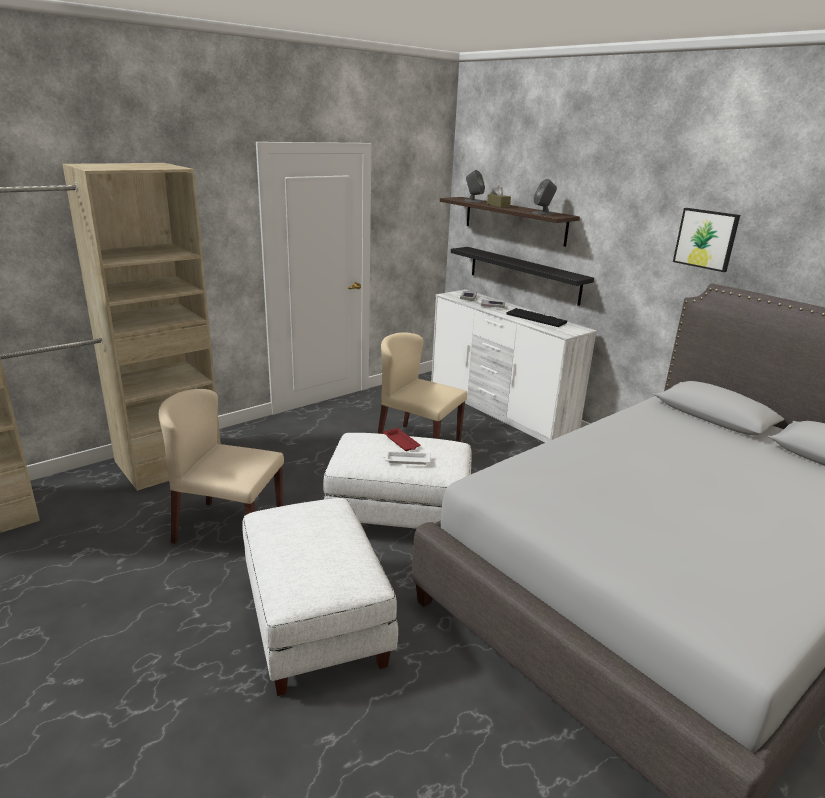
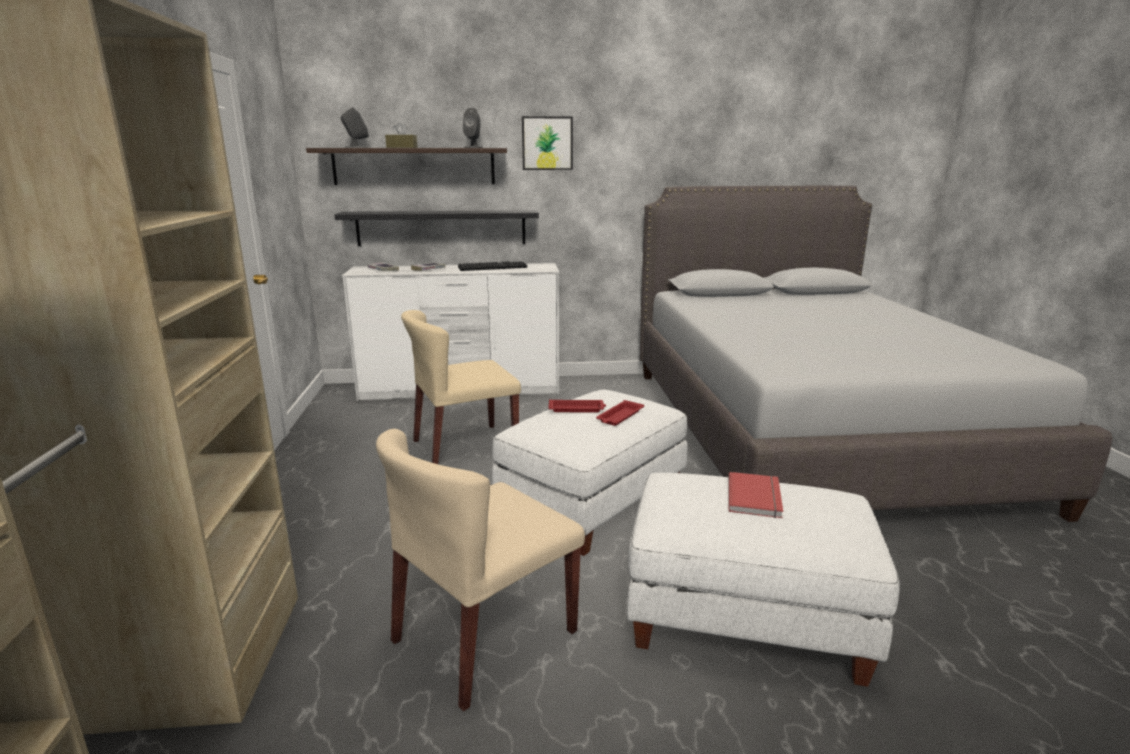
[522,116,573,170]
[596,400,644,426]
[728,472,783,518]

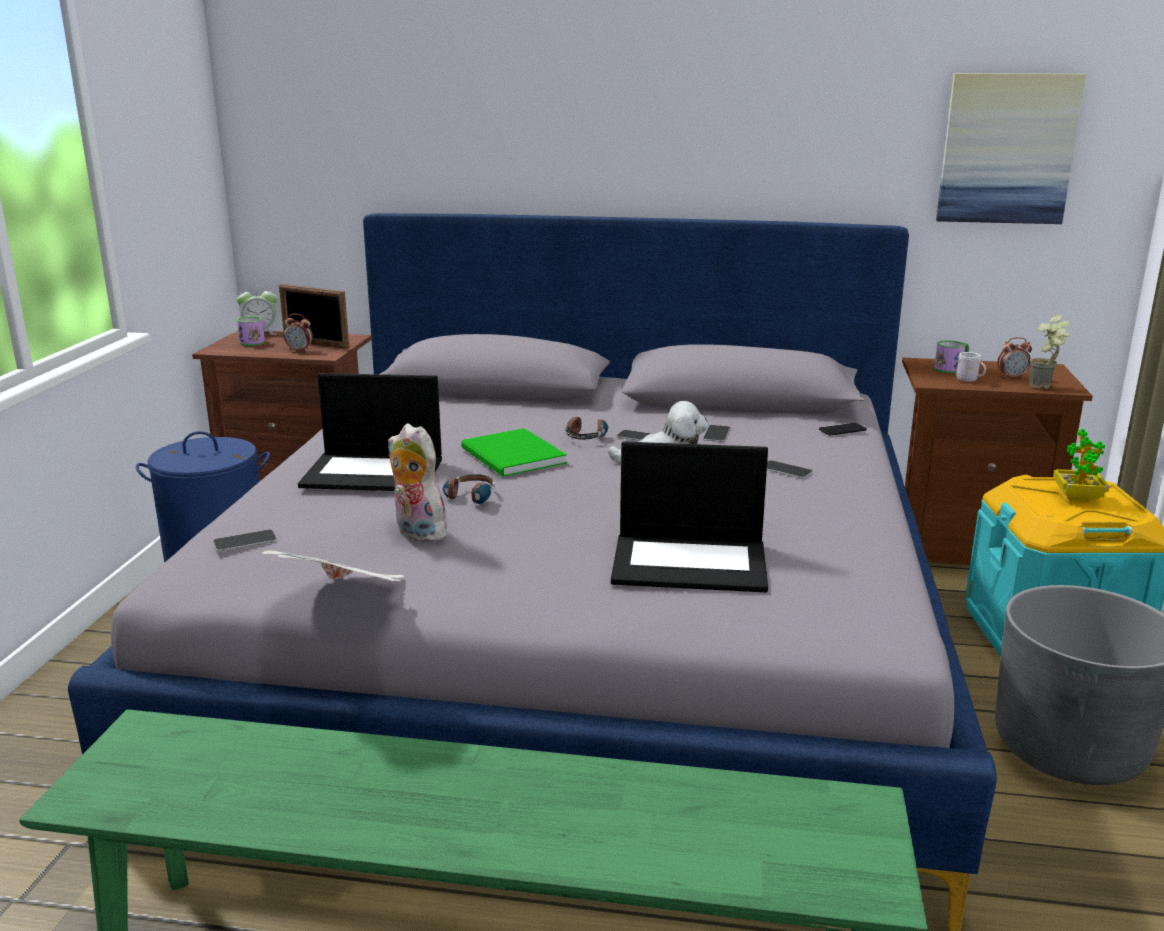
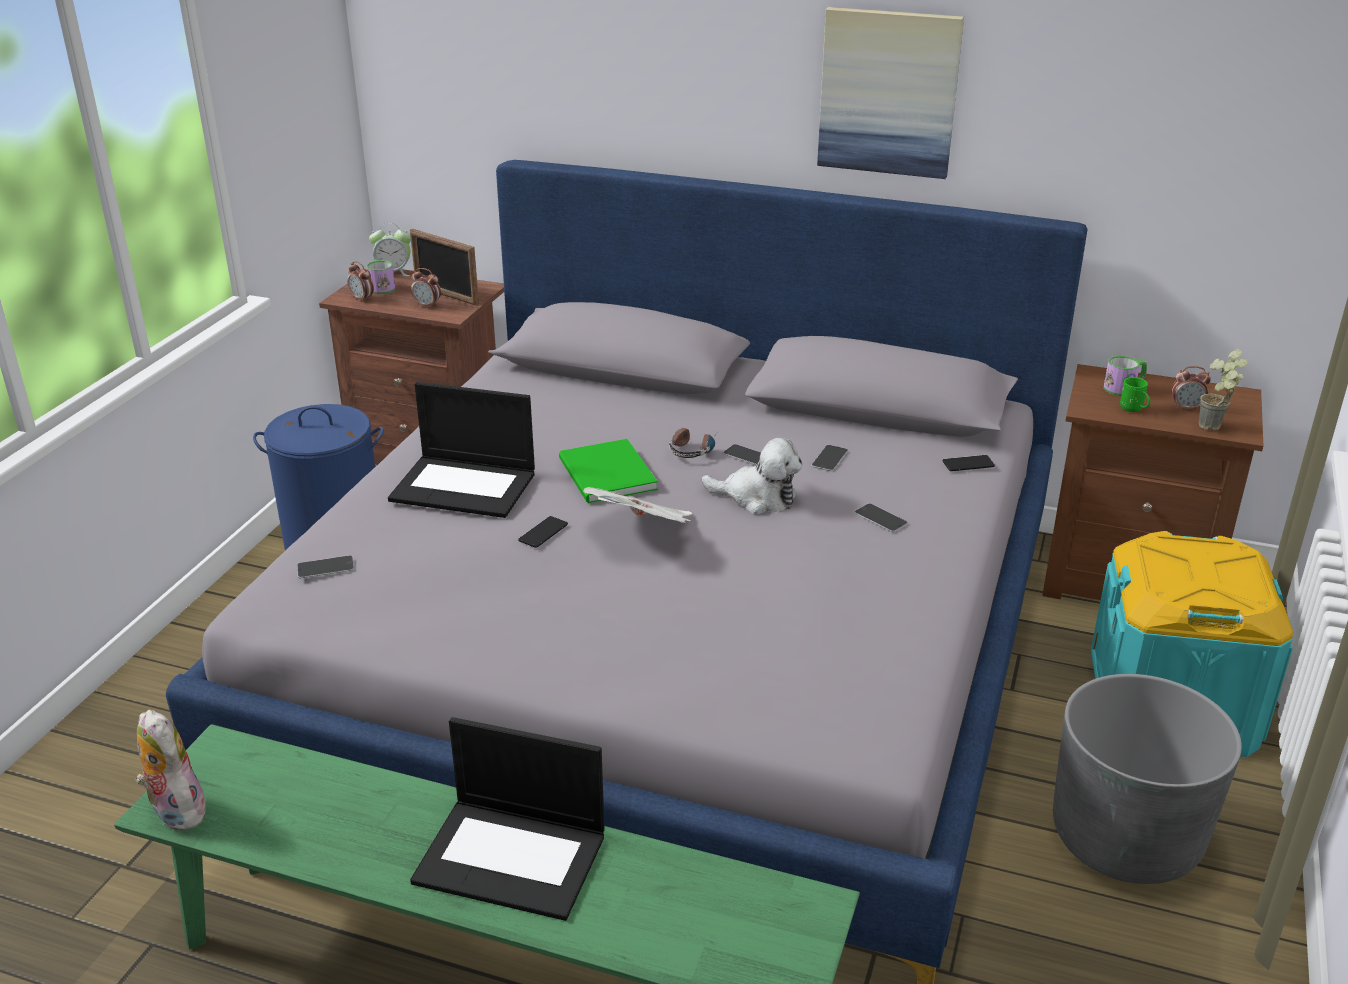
[136,710,206,831]
[347,261,374,303]
[410,717,605,921]
[518,516,568,548]
[583,487,692,523]
[817,7,964,179]
[1120,370,1150,412]
[1053,429,1110,502] (first image)

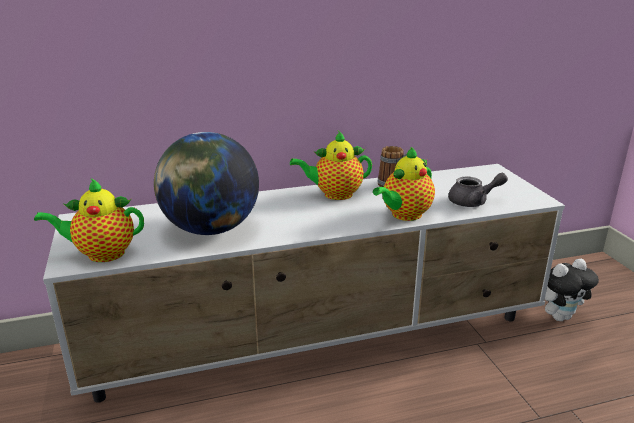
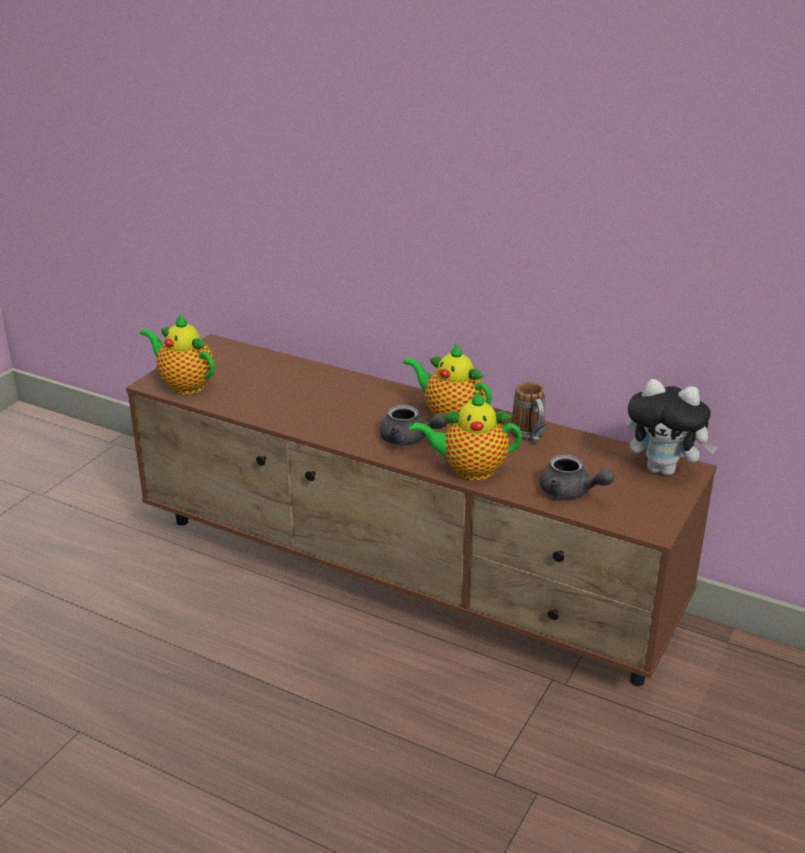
[126,334,717,686]
[380,405,448,445]
[626,379,718,476]
[154,132,259,235] (first image)

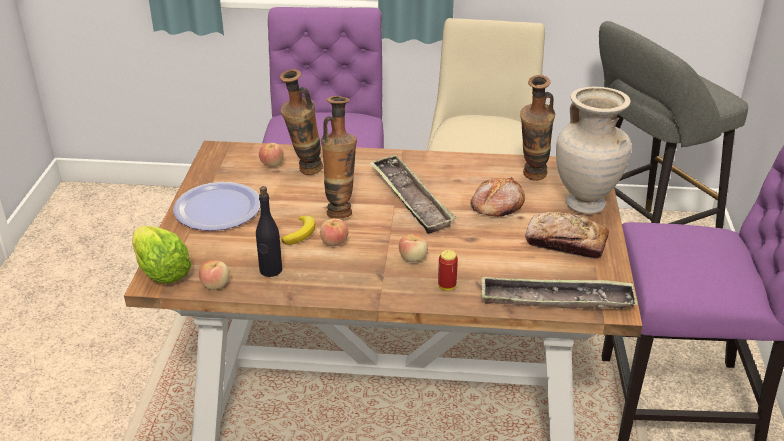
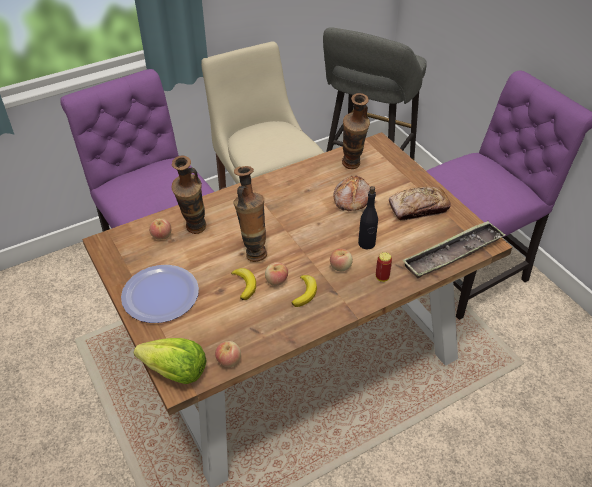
[291,275,317,307]
[358,186,378,249]
[369,155,456,234] (first image)
[556,87,632,214] (first image)

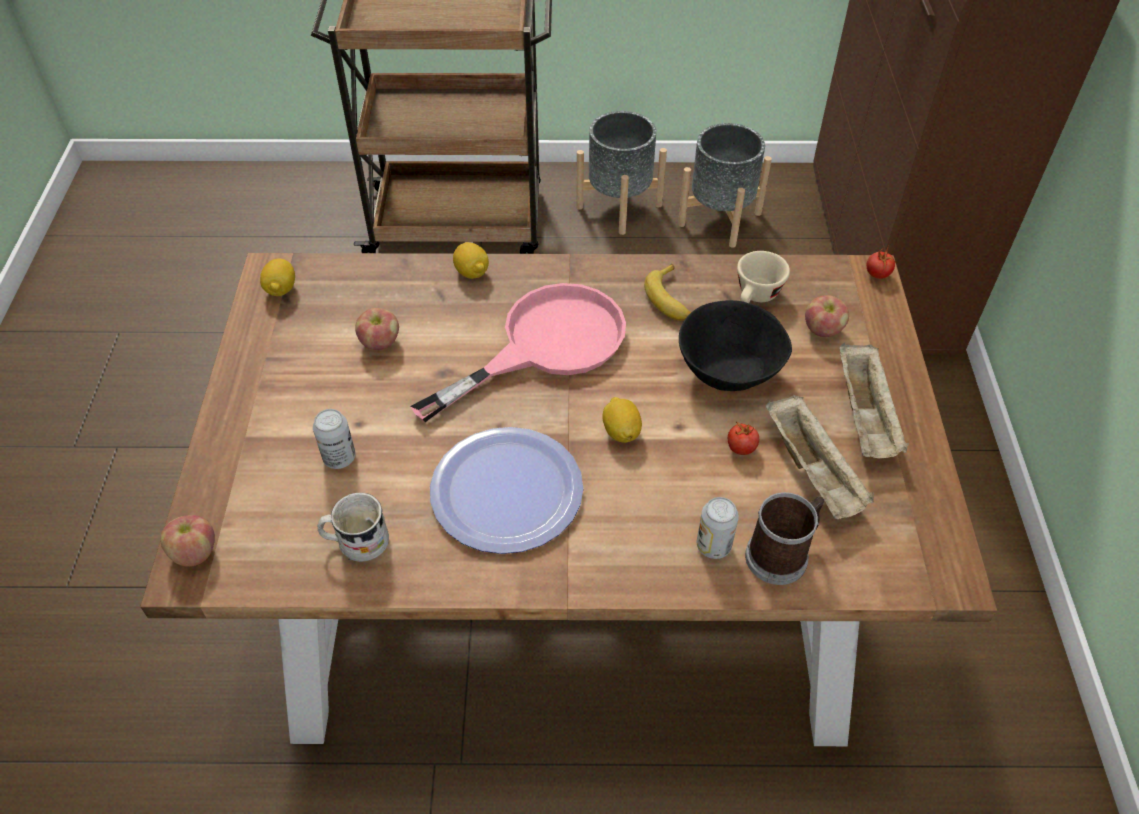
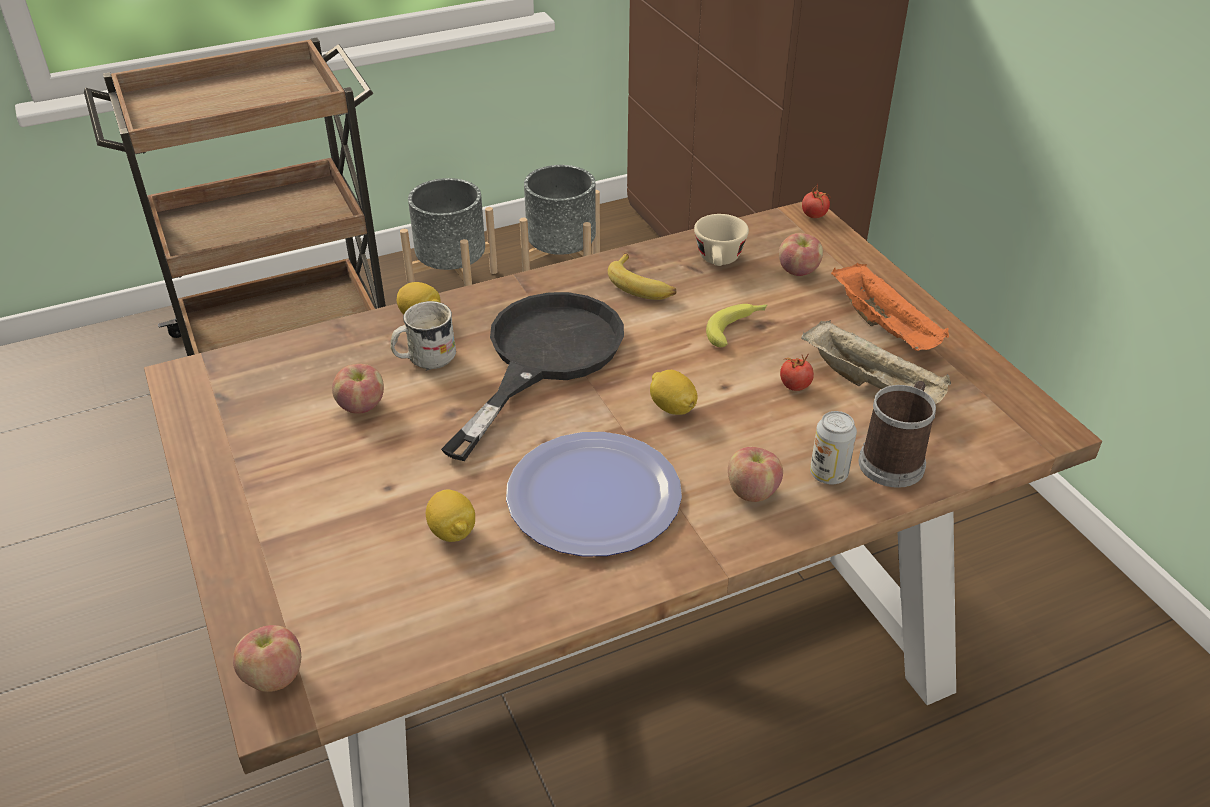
[390,301,456,371]
[426,490,475,542]
[441,292,624,461]
[706,304,767,347]
[728,447,783,502]
[831,263,949,351]
[313,409,356,469] (first image)

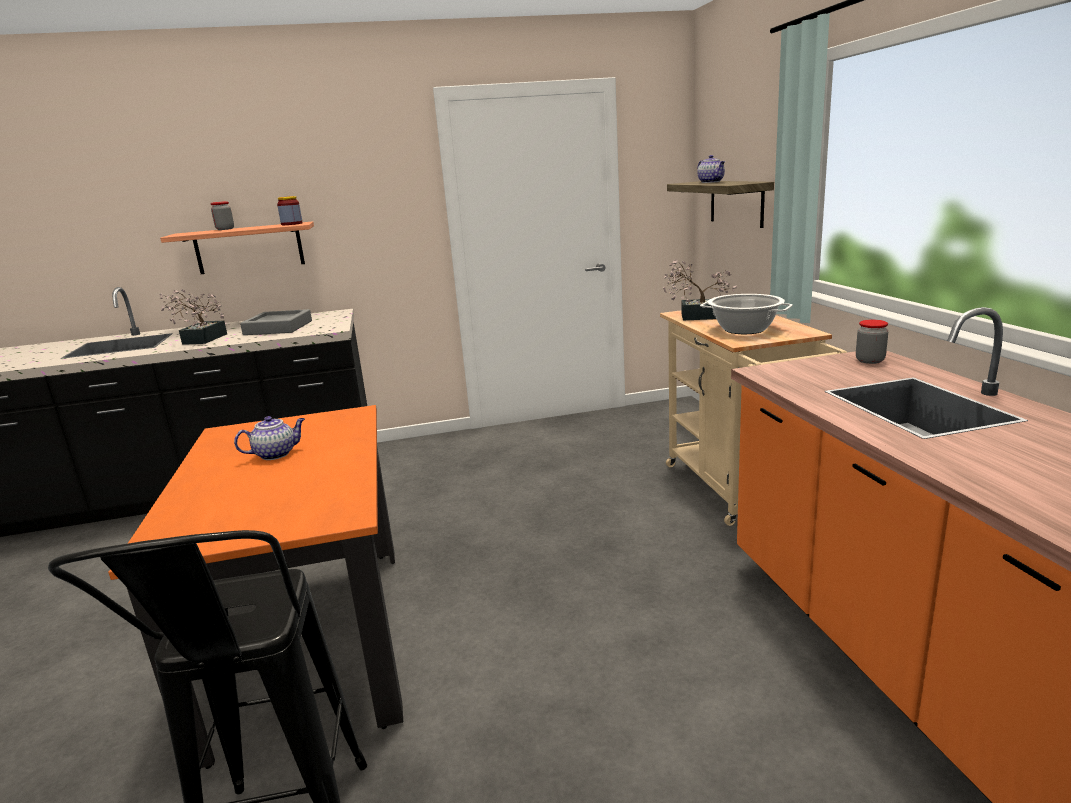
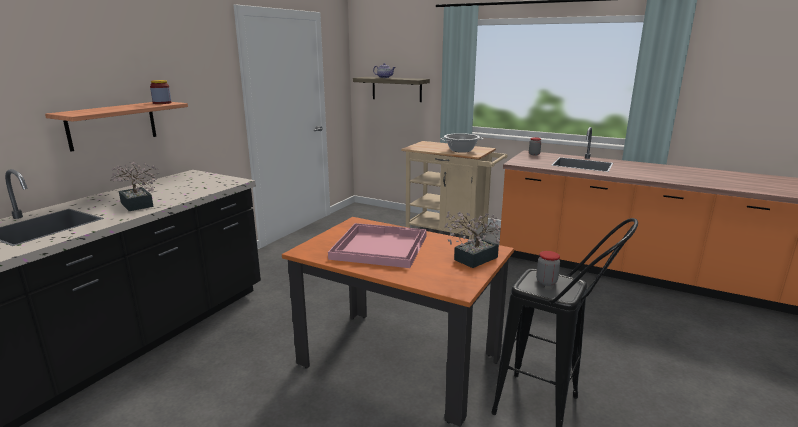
[328,223,427,268]
[444,211,500,268]
[536,251,560,286]
[240,309,312,335] (first image)

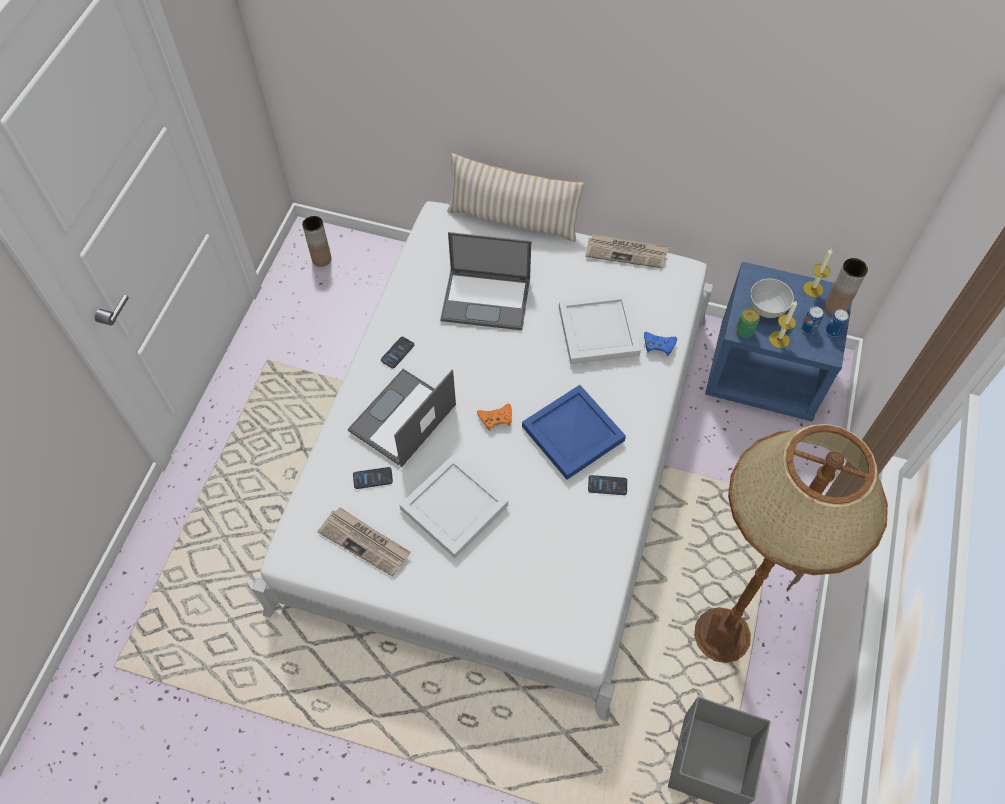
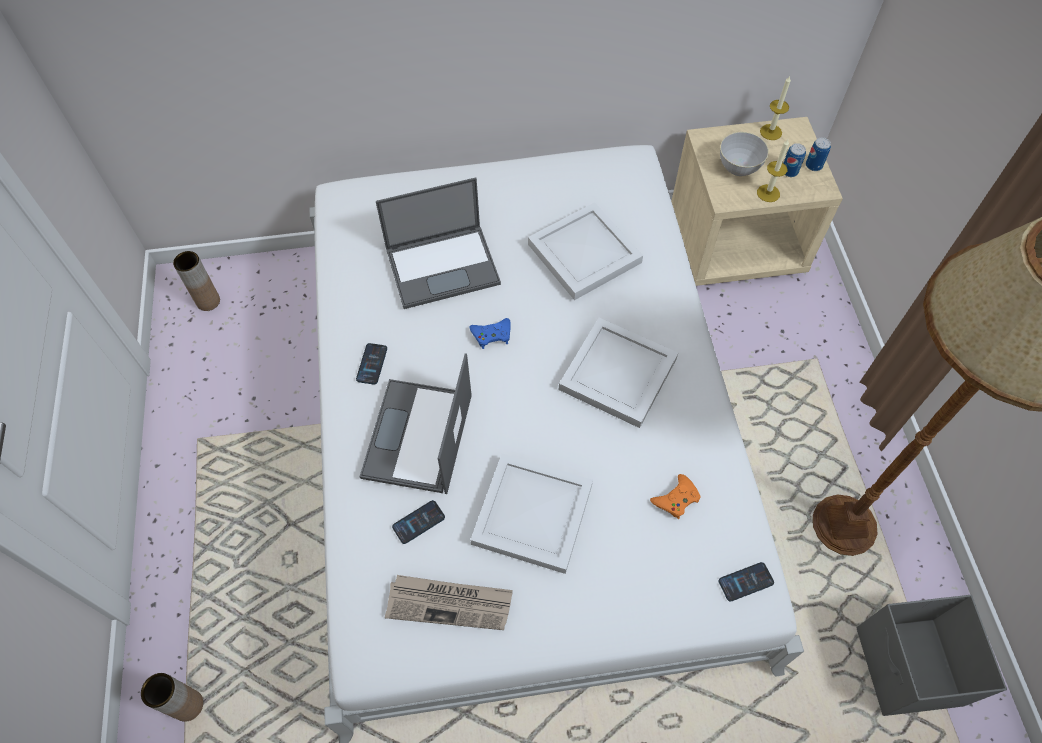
[141,673,203,722]
[470,318,511,349]
[559,318,678,428]
[650,474,701,519]
[671,117,843,286]
[719,562,774,601]
[447,153,585,242] (first image)
[585,234,669,268] (first image)
[736,308,760,338] (first image)

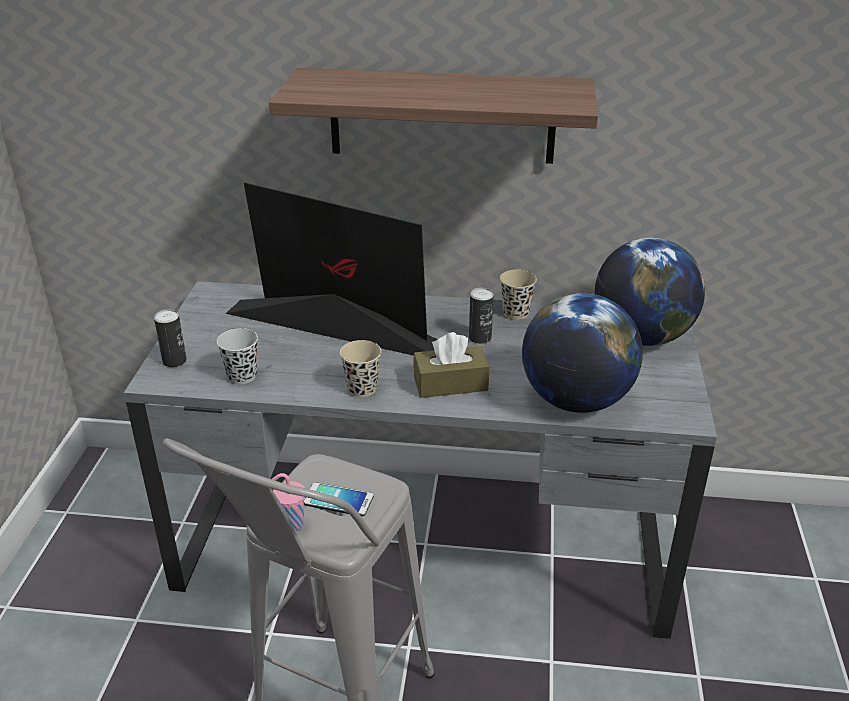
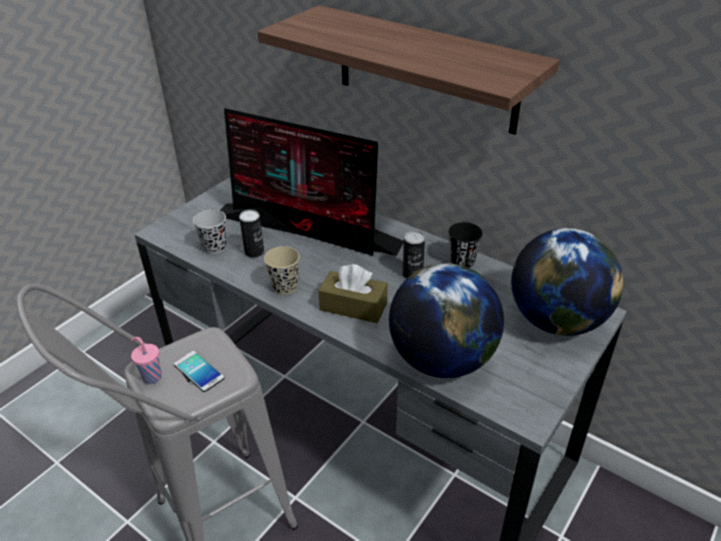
[220,108,404,256]
[239,210,264,257]
[448,222,483,268]

